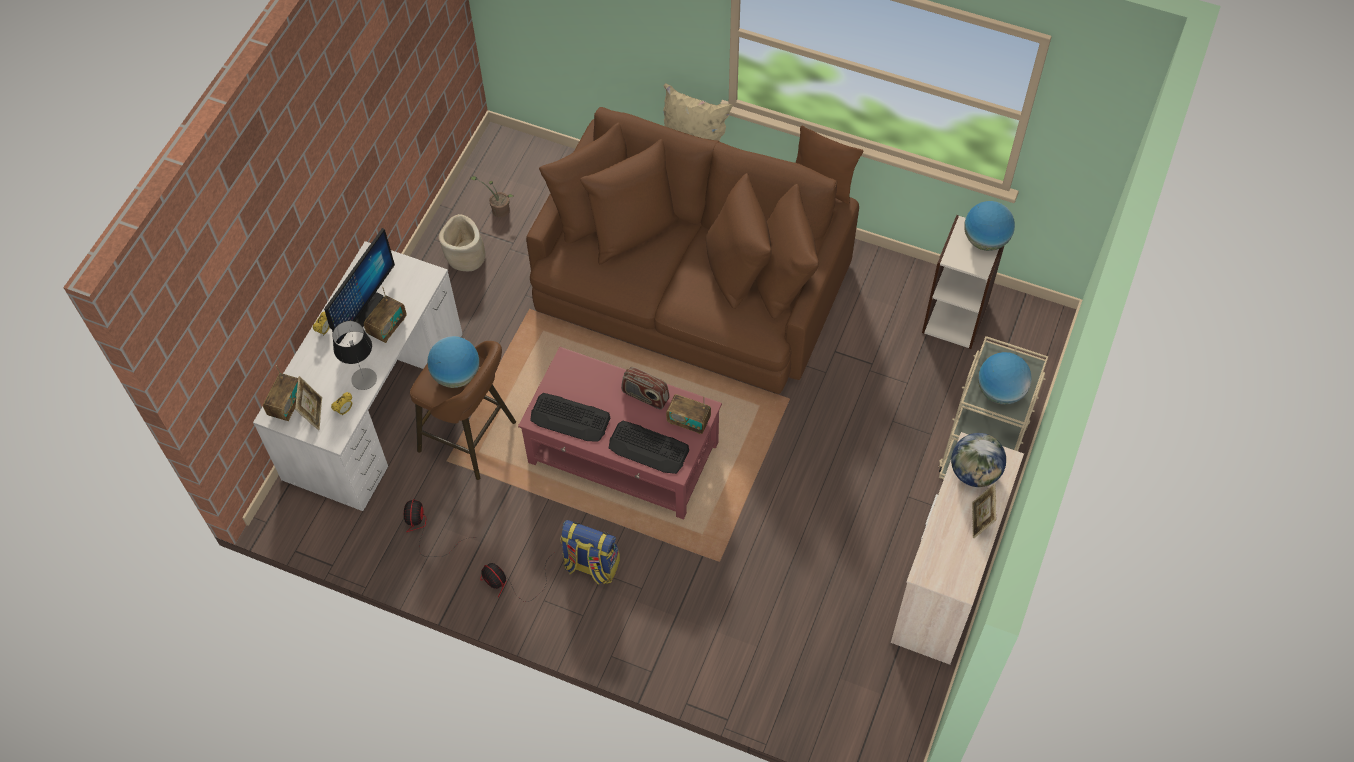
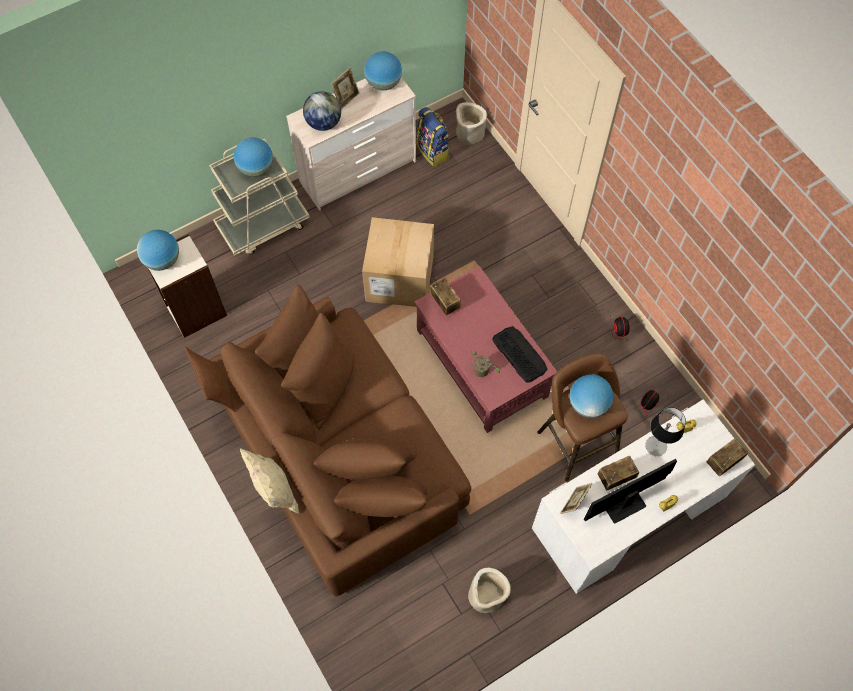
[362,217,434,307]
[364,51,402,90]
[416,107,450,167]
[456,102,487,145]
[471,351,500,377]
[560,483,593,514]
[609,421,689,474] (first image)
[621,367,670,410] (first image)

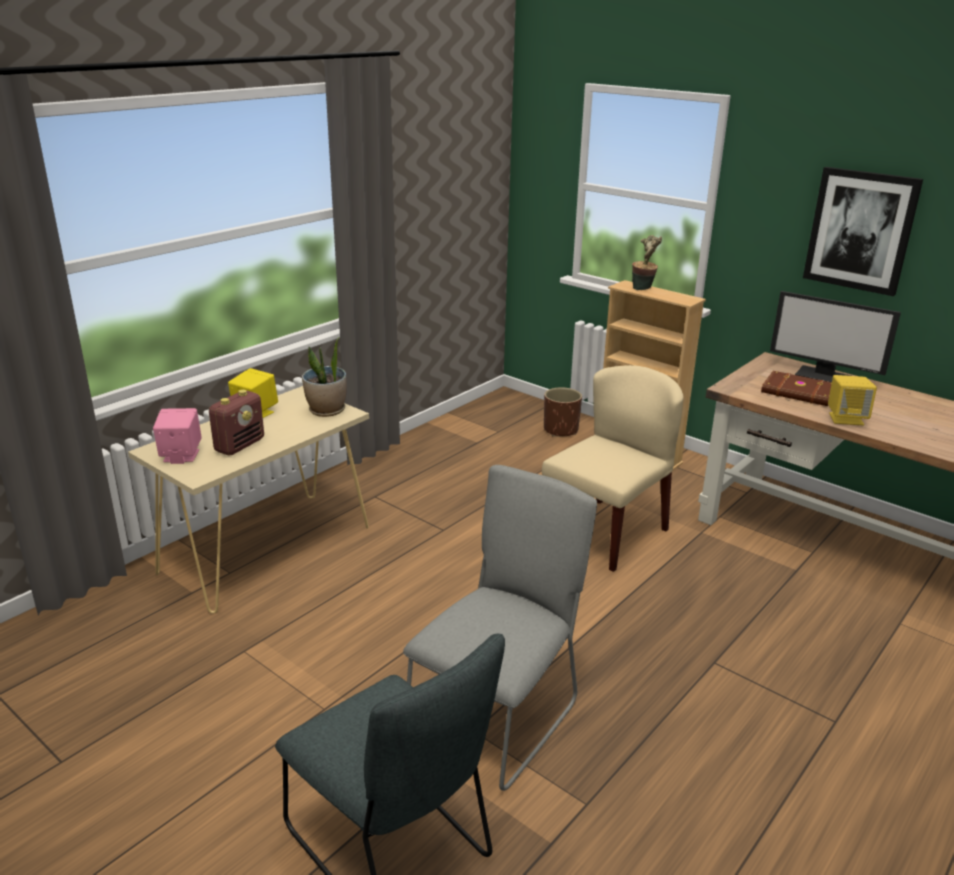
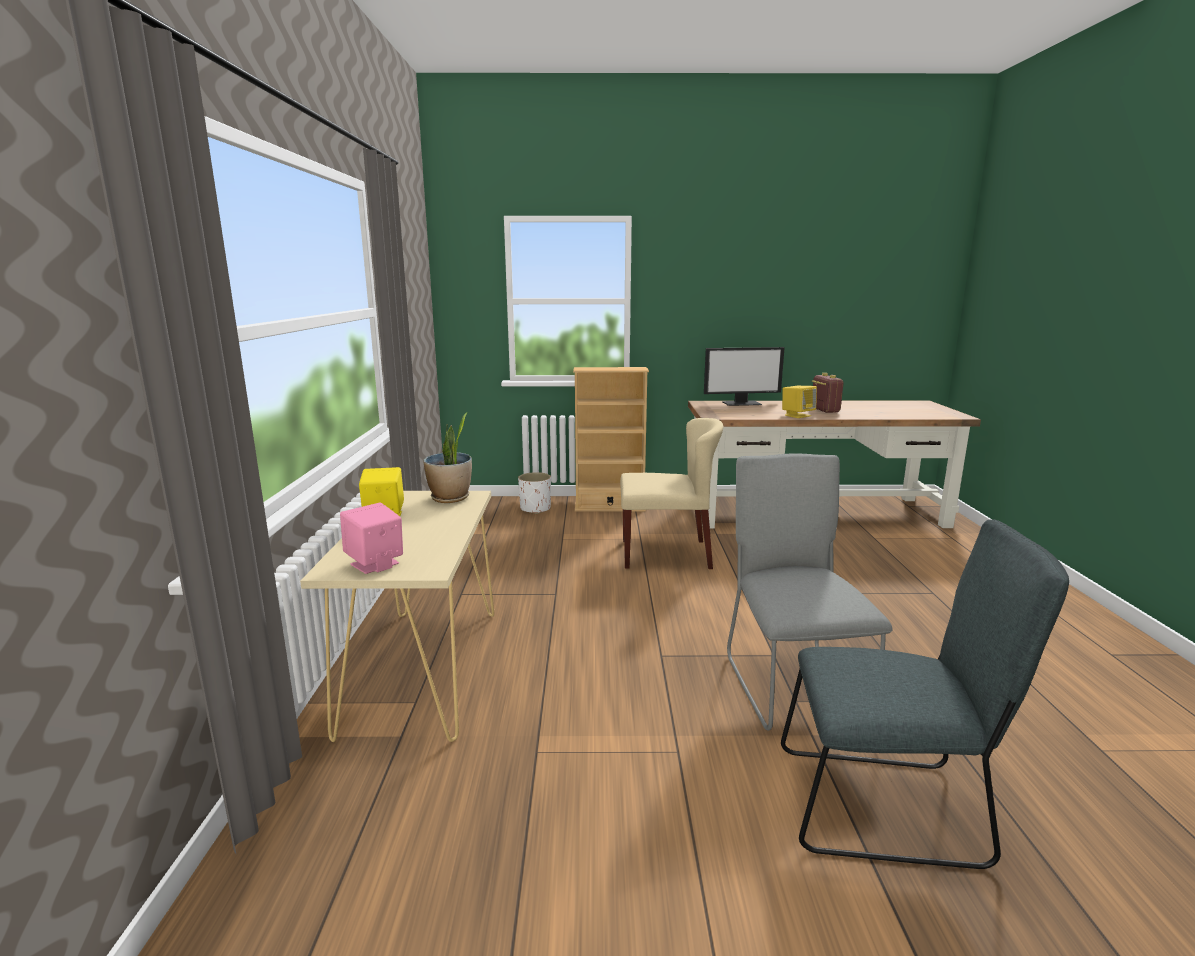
[518,472,551,514]
[620,418,723,569]
[812,373,843,413]
[632,235,662,290] (first image)
[761,371,832,406] (first image)
[803,167,923,296] (first image)

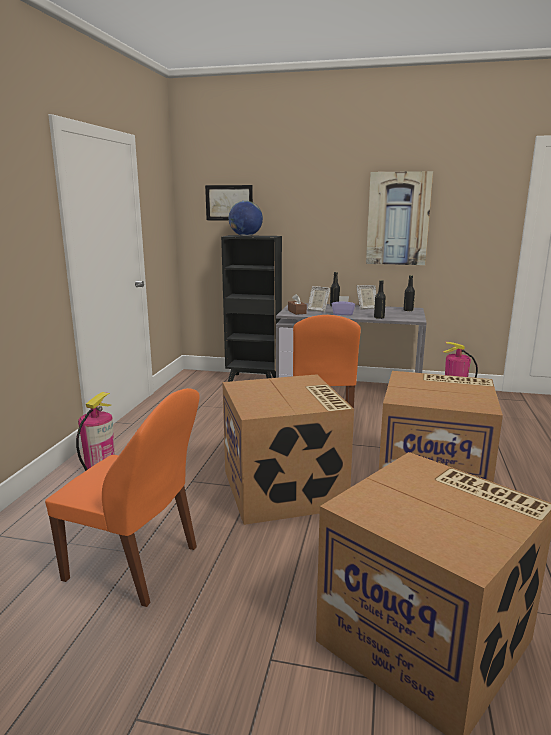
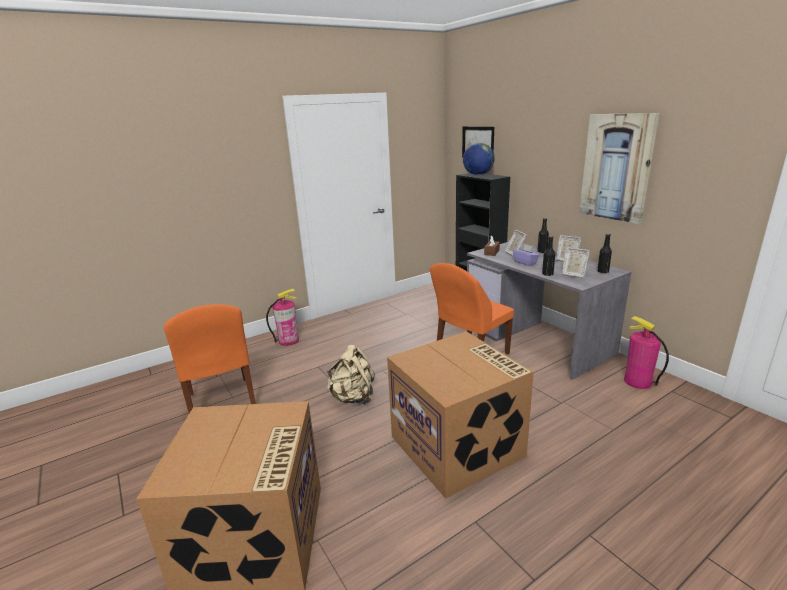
[327,345,375,405]
[562,247,590,278]

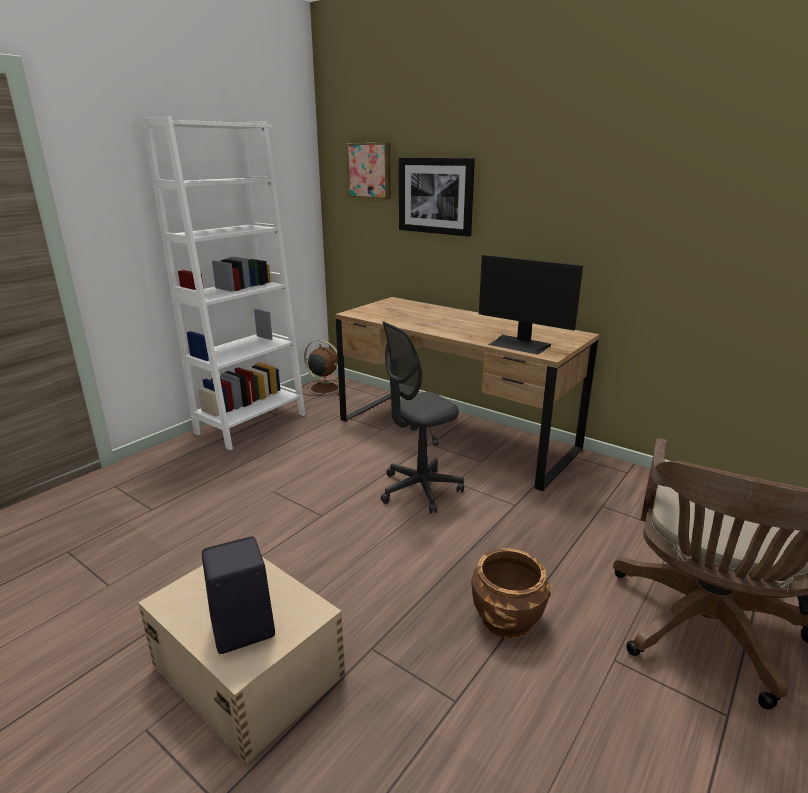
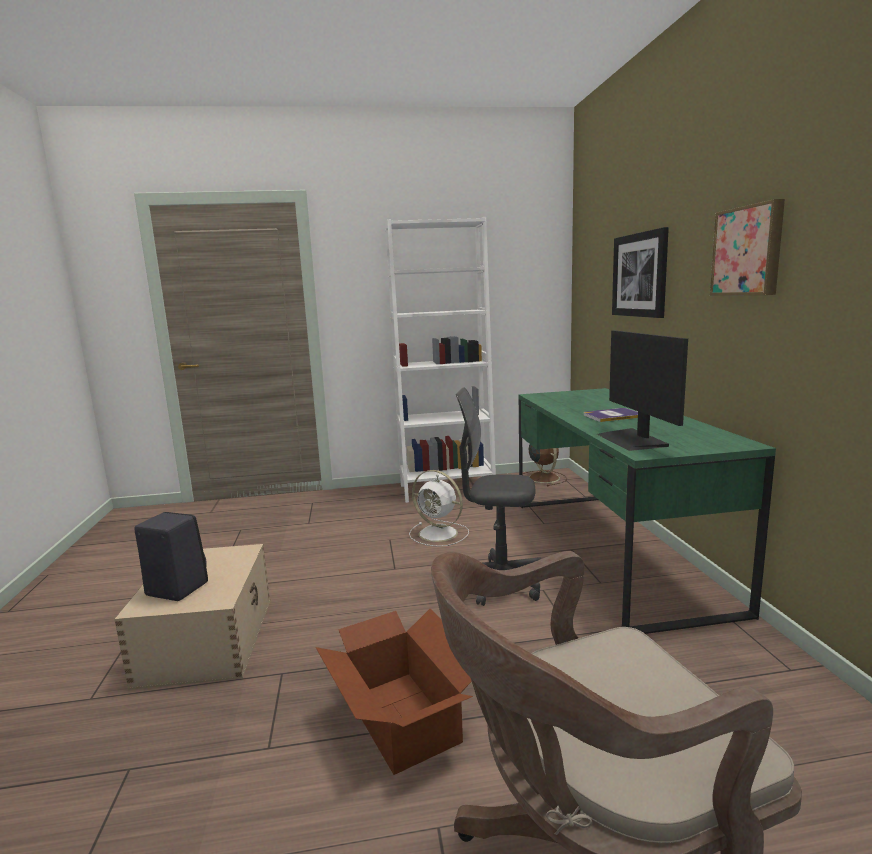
[316,609,473,775]
[409,470,469,547]
[519,388,776,634]
[584,408,638,422]
[710,199,785,296]

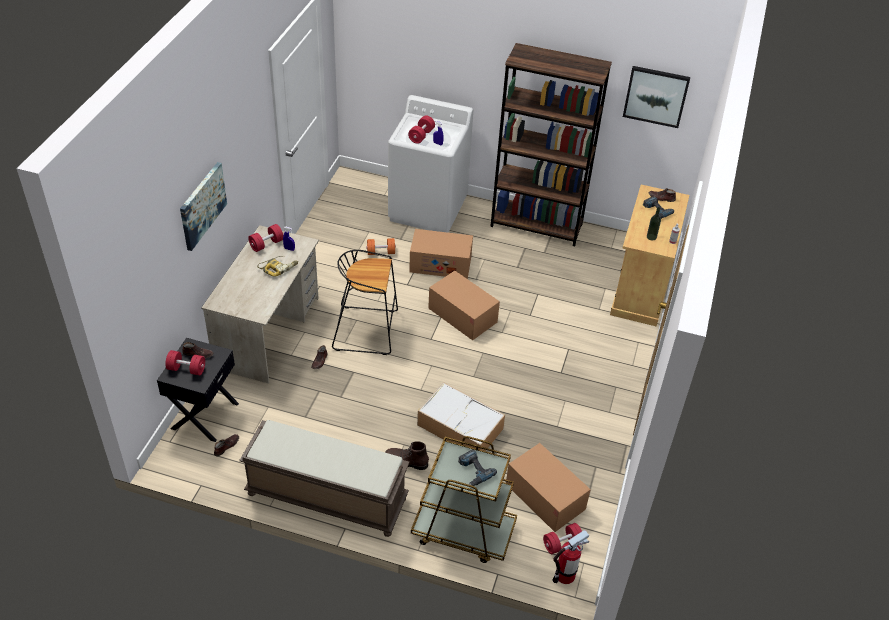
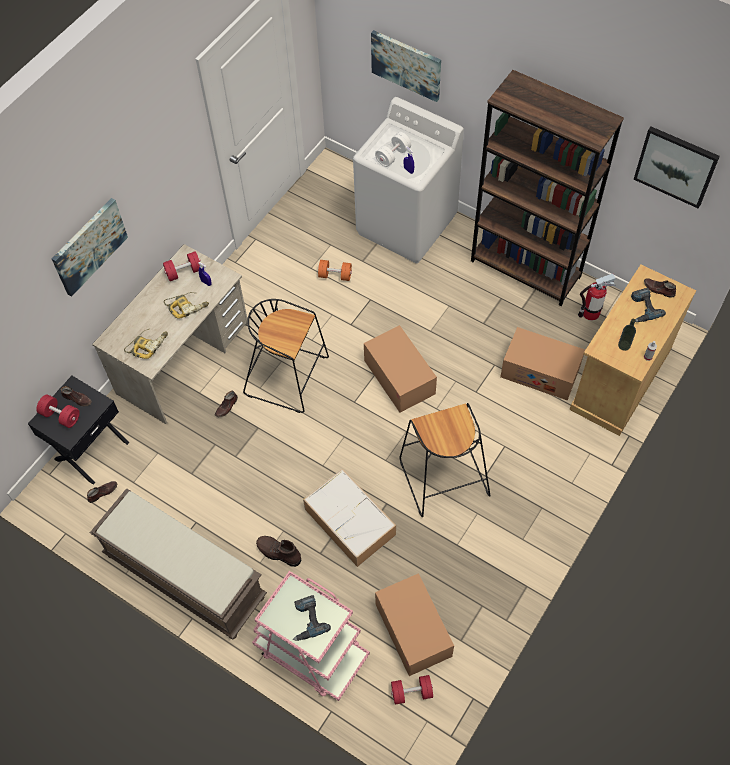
[124,329,168,359]
[252,571,370,701]
[371,30,441,102]
[375,132,411,167]
[400,403,491,517]
[500,327,585,401]
[578,273,616,320]

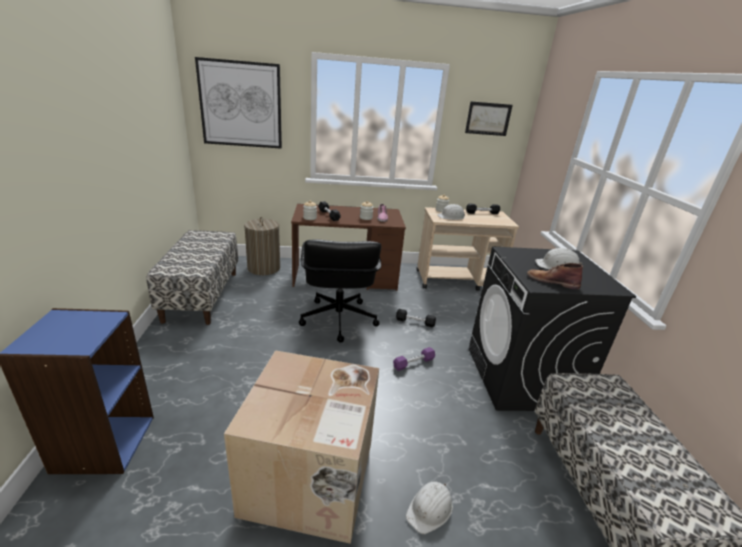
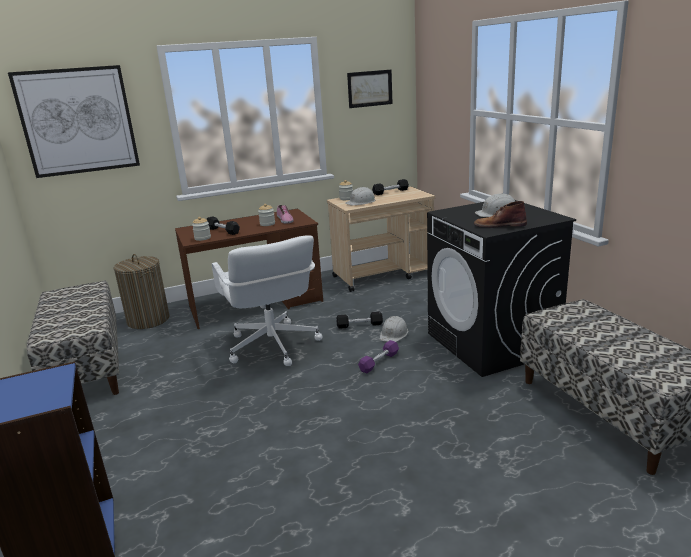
[212,235,323,366]
[380,316,408,342]
[224,350,379,544] (first image)

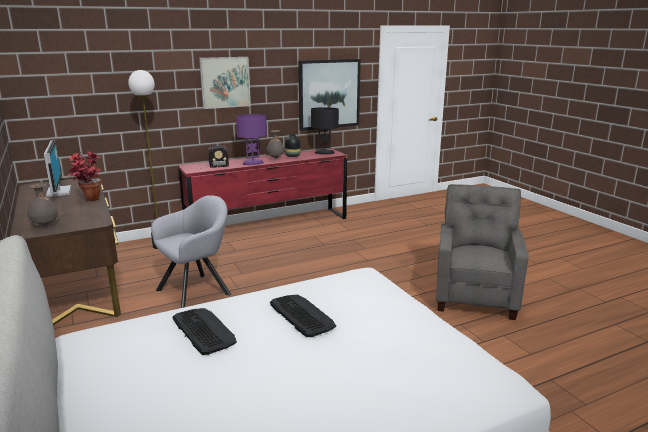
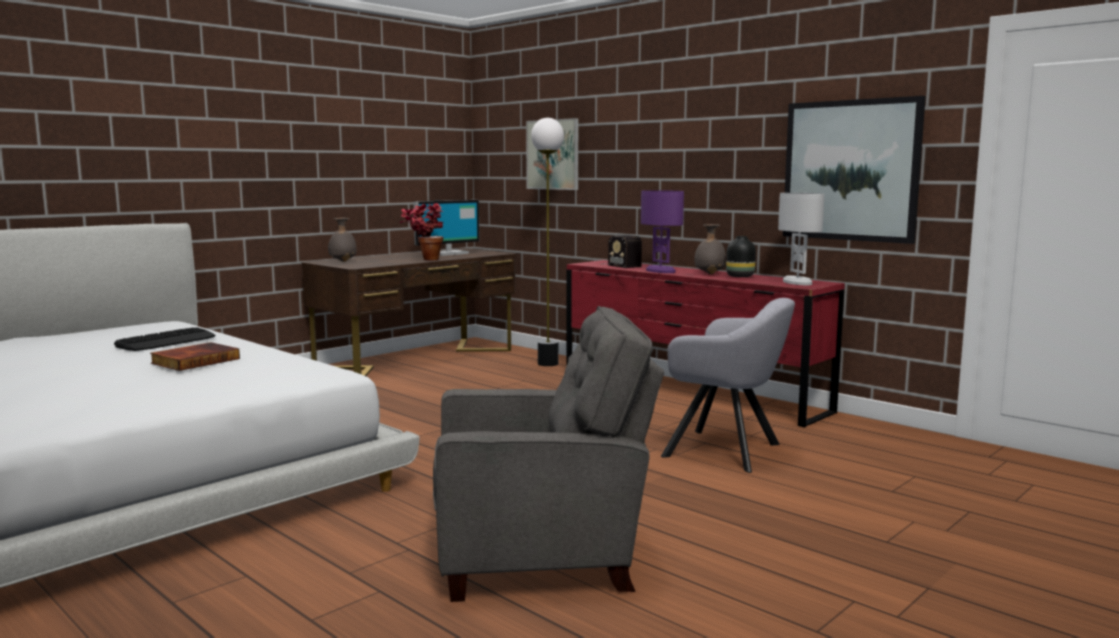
[150,342,240,371]
[526,118,578,190]
[661,298,795,473]
[778,193,824,285]

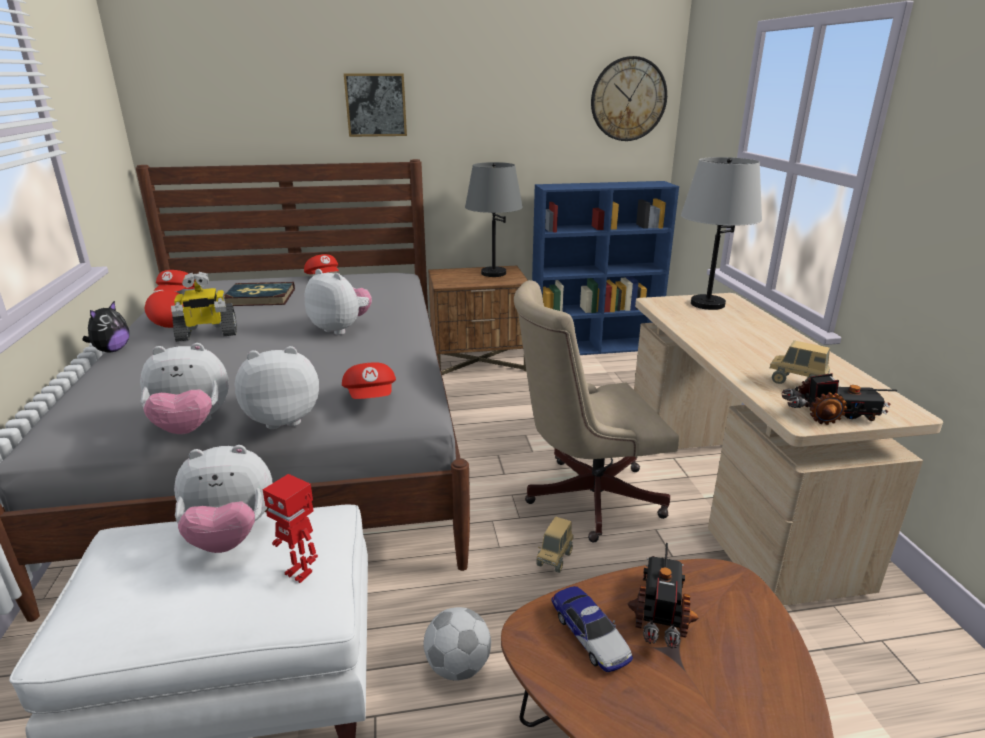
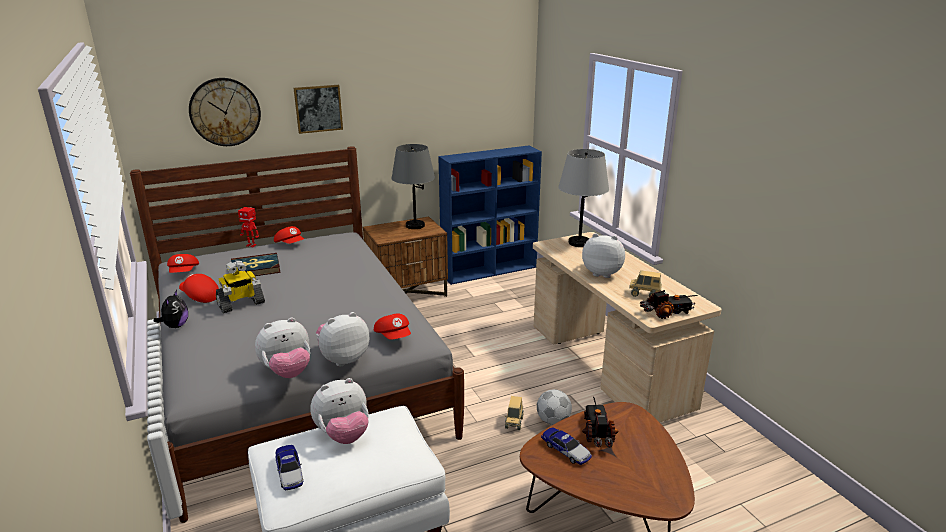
[189,78,261,146]
[238,207,259,247]
[276,445,303,490]
[537,389,572,425]
[582,233,625,278]
[514,280,679,543] (first image)

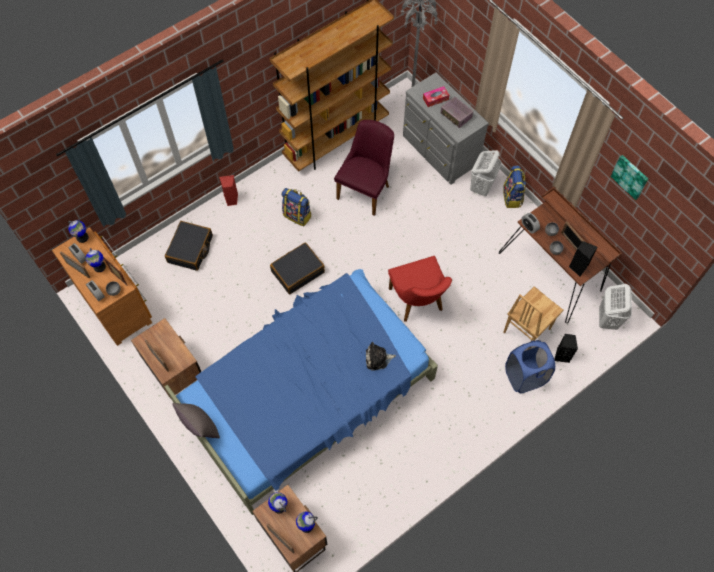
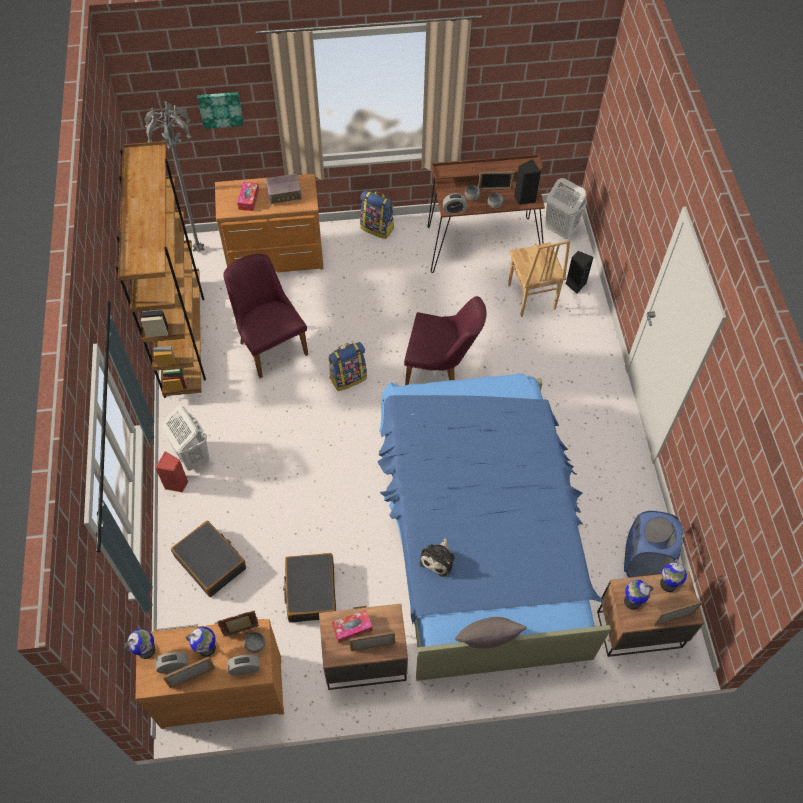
[162,406,209,471]
[197,92,244,129]
[215,174,324,273]
[283,553,336,623]
[328,342,367,391]
[332,610,373,643]
[404,296,487,385]
[419,538,455,577]
[624,511,684,578]

